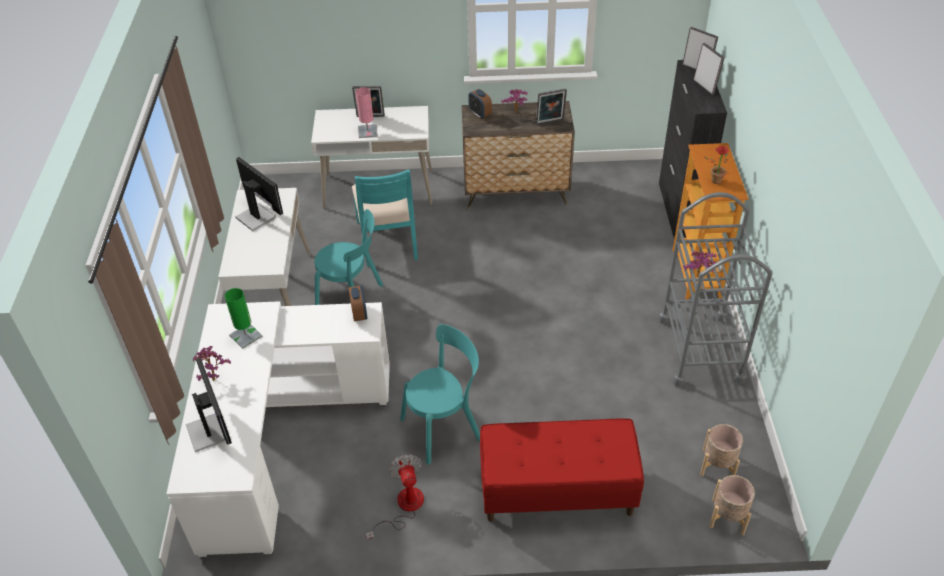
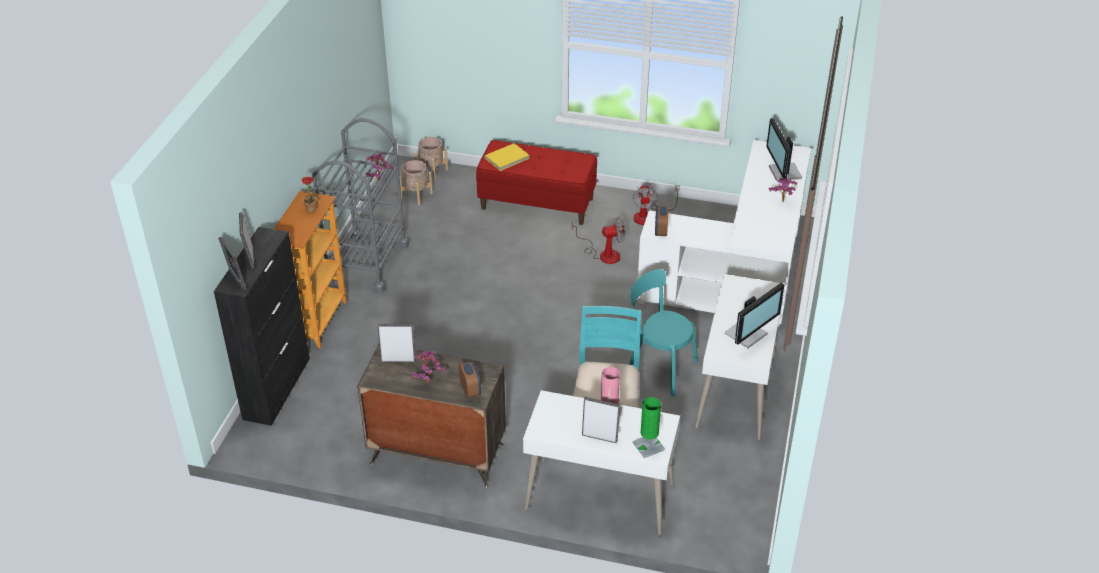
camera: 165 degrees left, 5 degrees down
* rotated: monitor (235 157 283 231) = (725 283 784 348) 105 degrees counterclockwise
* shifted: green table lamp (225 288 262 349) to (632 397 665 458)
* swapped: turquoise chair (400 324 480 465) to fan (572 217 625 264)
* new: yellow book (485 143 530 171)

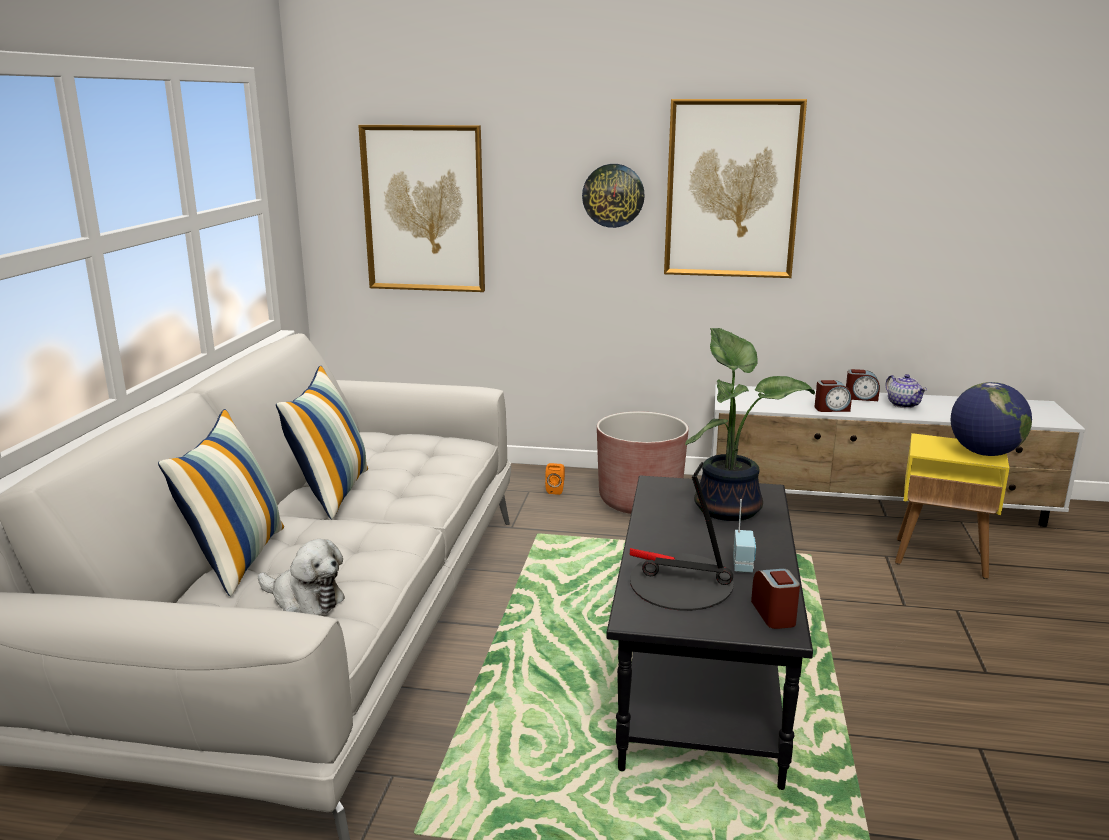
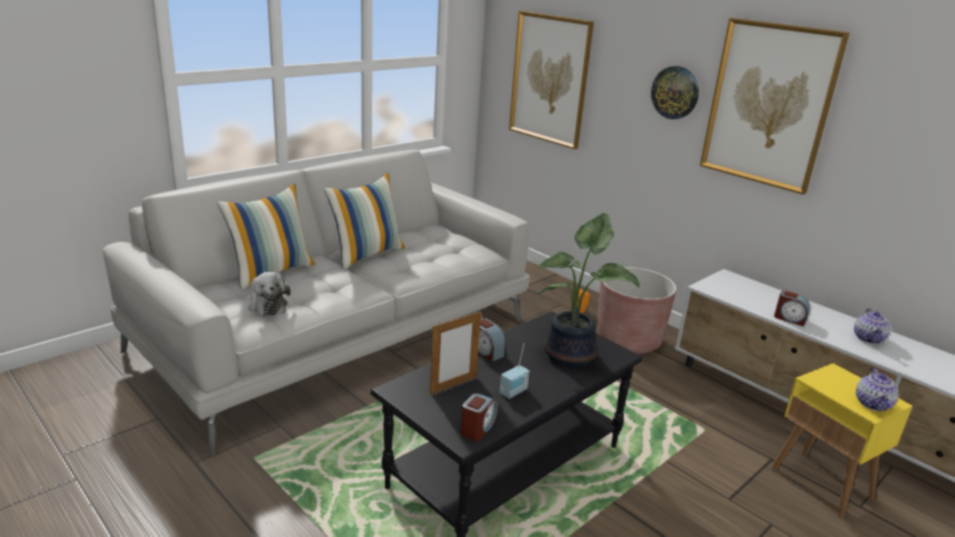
camera: 35 degrees right, 5 degrees up
* shifted: alarm clock (846 369 880 401) to (478 318 506 362)
* swapped: globe (951 382 1032 456) to teapot (856 368 899 411)
* swapped: table lamp (630 462 734 611) to picture frame (430 311 481 395)

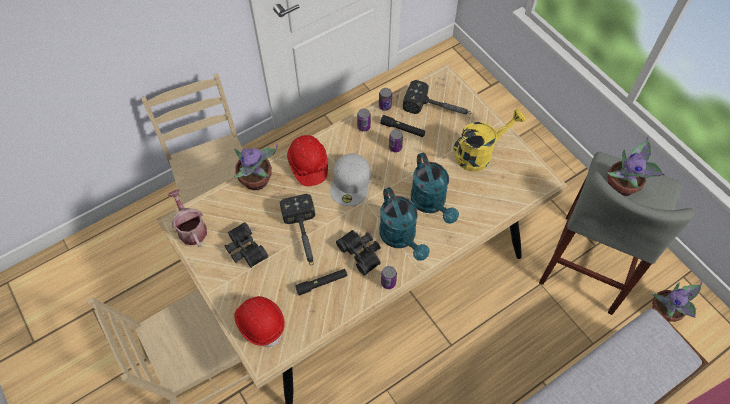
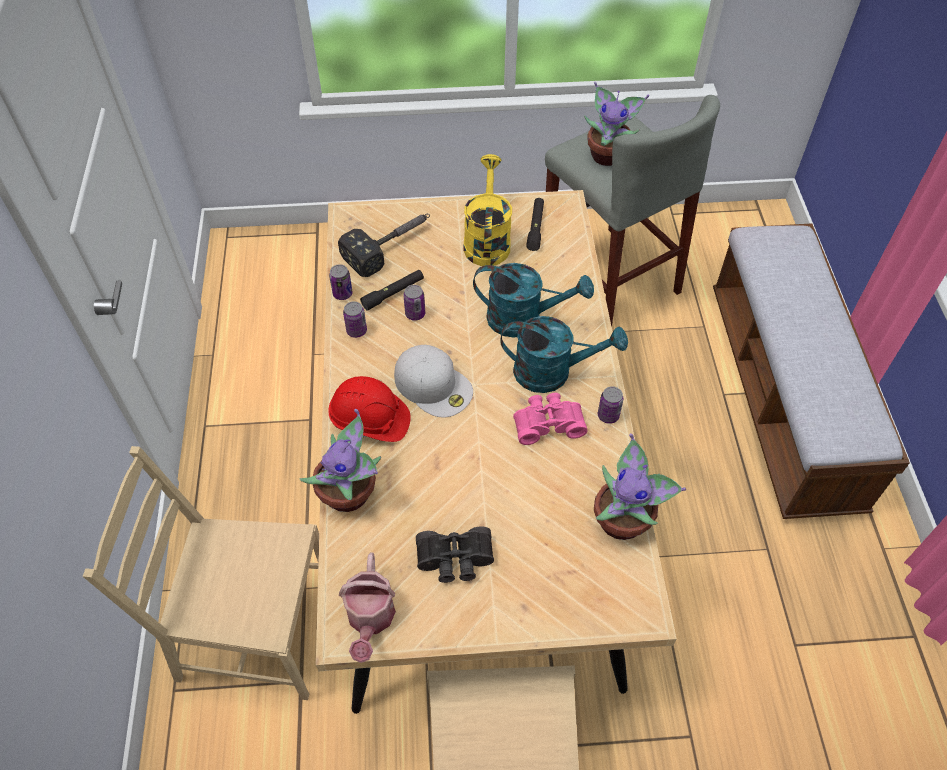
camera: 60 degrees left, 5 degrees down
* rotated: watering can (168 189 207 247) = (339 552 396 663) 90 degrees counterclockwise
* gone: hammer (280 194 315 265)
* repainted: black binoculars (336 230 381 276) to pink binoculars (513 393 588 445)
* shifted: black flashlight (295 269 347 296) to (526 198 544 251)
* shifted: potted plant (652 281 703 322) to (594 433 686 540)
* gone: red hard hat (234 296 285 347)

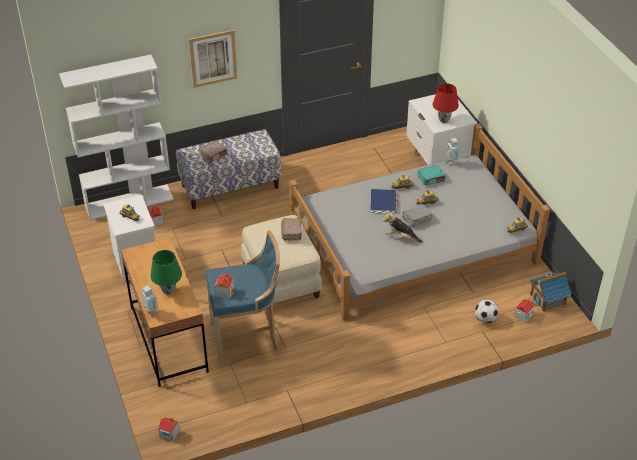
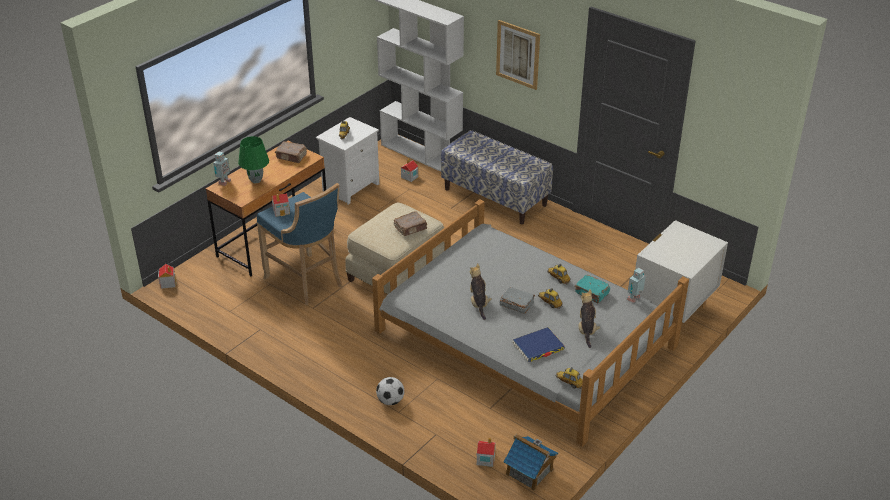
camera: 60 degrees right, 5 degrees down
* gone: red table lamp (432 83 459 123)
* shifted: brown book (199 141 227 162) to (275 141 307 163)
* shifted: blue book (371 189 398 214) to (513 327 565 362)
* shifted: football (475 300 499 323) to (376 377 404 405)
* new: plush toy (579 289 600 348)

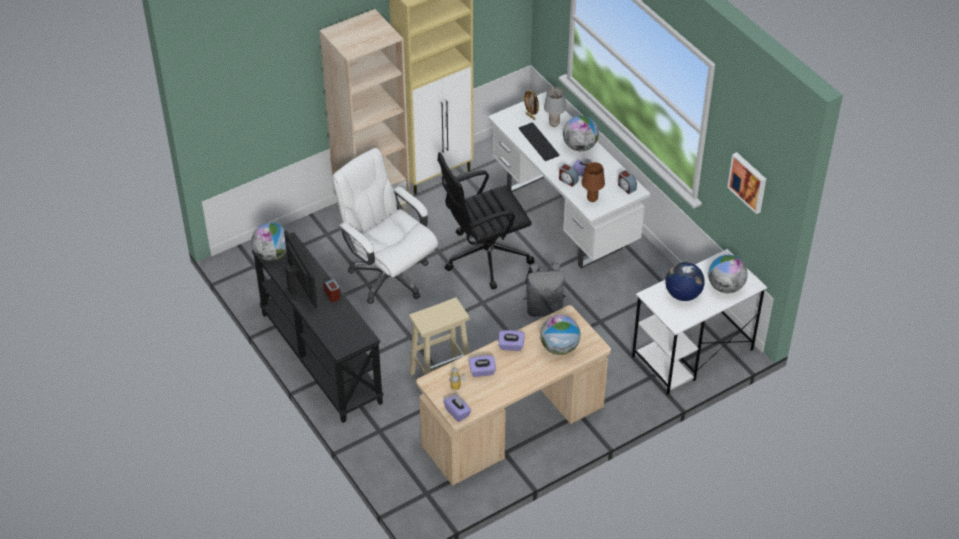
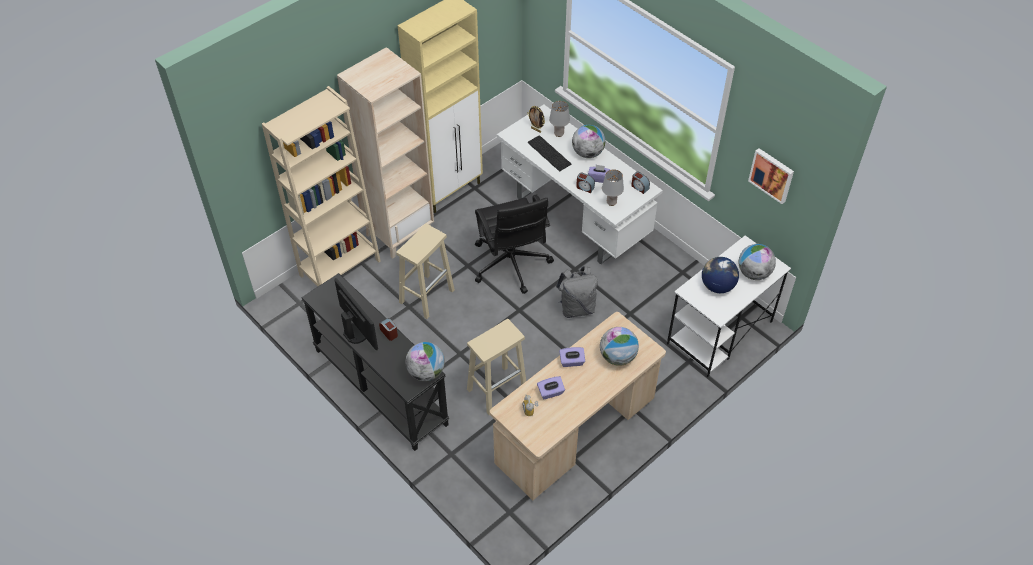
camera: 10 degrees left, 5 degrees up
* swapped: white office chair (332 148 438 304) to beige stool (396 223 455 319)
* rotated: black office chair (437 152 534 290) = (475 194 554 294) 75 degrees counterclockwise
* repainted: brown table lamp (582 162 605 202) to grey table lamp (602 169 624 206)
* shifted: globe (251 223 287 261) to (405 342 445 381)
* gone: purple tissue box (443 395 471 422)
* new: beige bookcase (262 86 381 286)

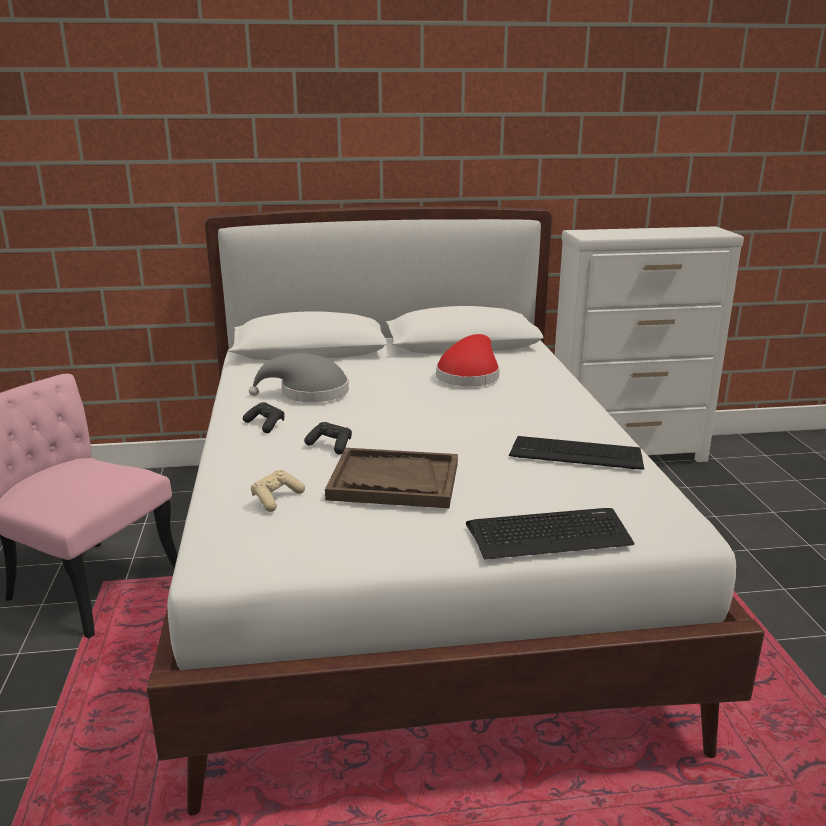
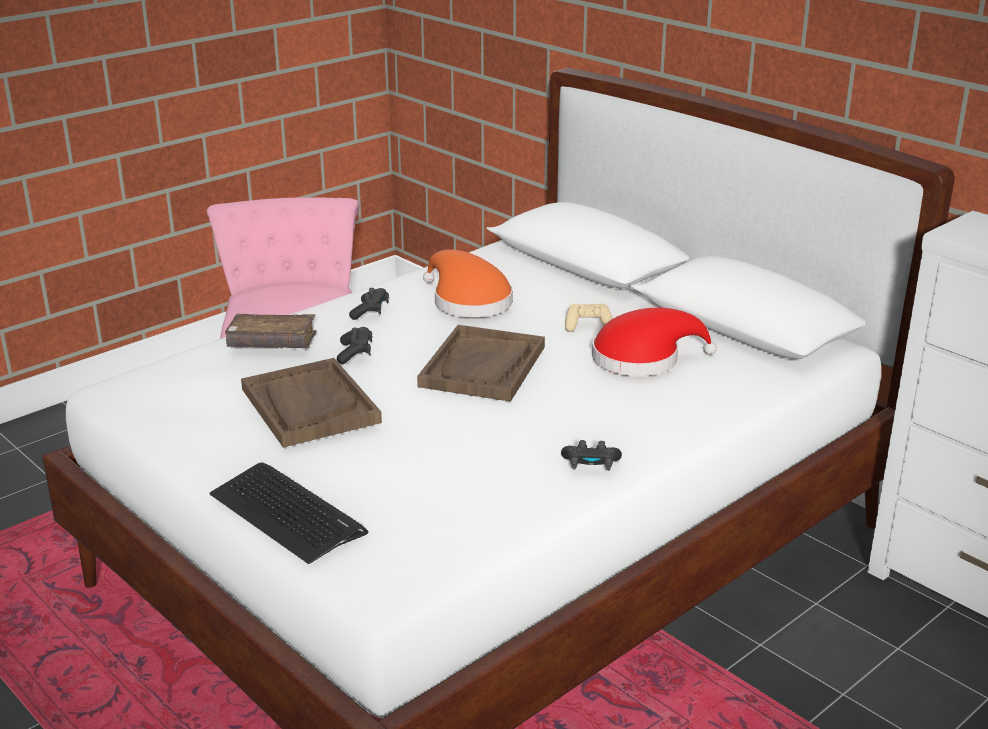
camera: 55 degrees right, 5 degrees up
* repainted: grey hat (249 353 349 402) to orange hat (423 250 513 317)
* gone: keyboard (509 436 644 470)
* shifted: beige game controller (251 470 305 512) to (565 303 613 332)
* new: brown book (225 314 317 348)
* new: brown tray (417 325 545 402)
* new: black game controller (561 440 622 471)

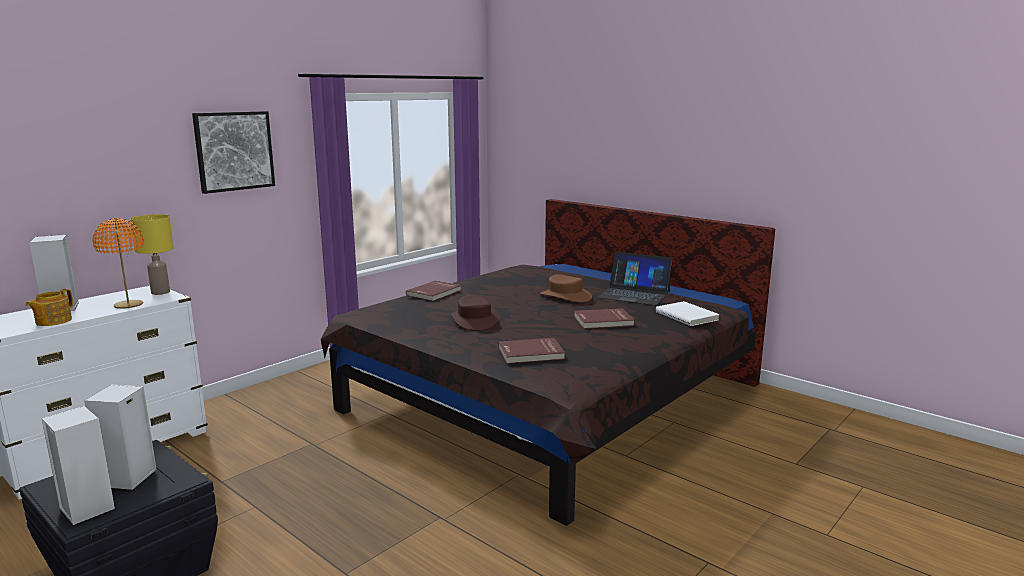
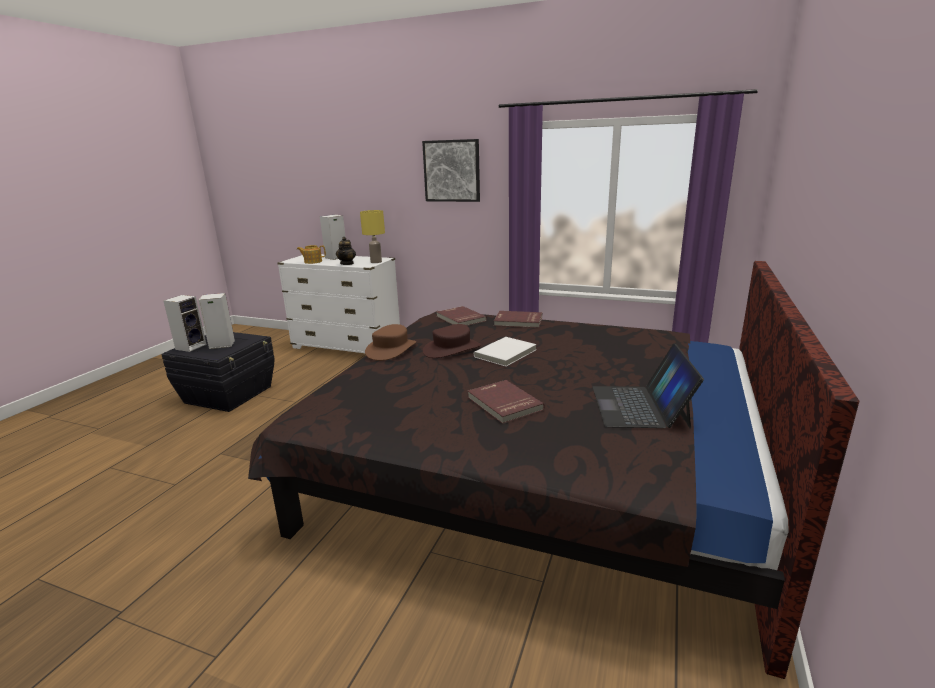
camera: 70 degrees right, 5 degrees up
* swapped: orange table lamp (93 218 144 309) to teapot (336 237 356 265)
* shifted: brown hat (540 274 592 302) to (365 324 416 361)
* shifted: white book (656 301 720 326) to (474 337 537 366)
* shifted: red book (498 338 565 364) to (437 306 487 326)

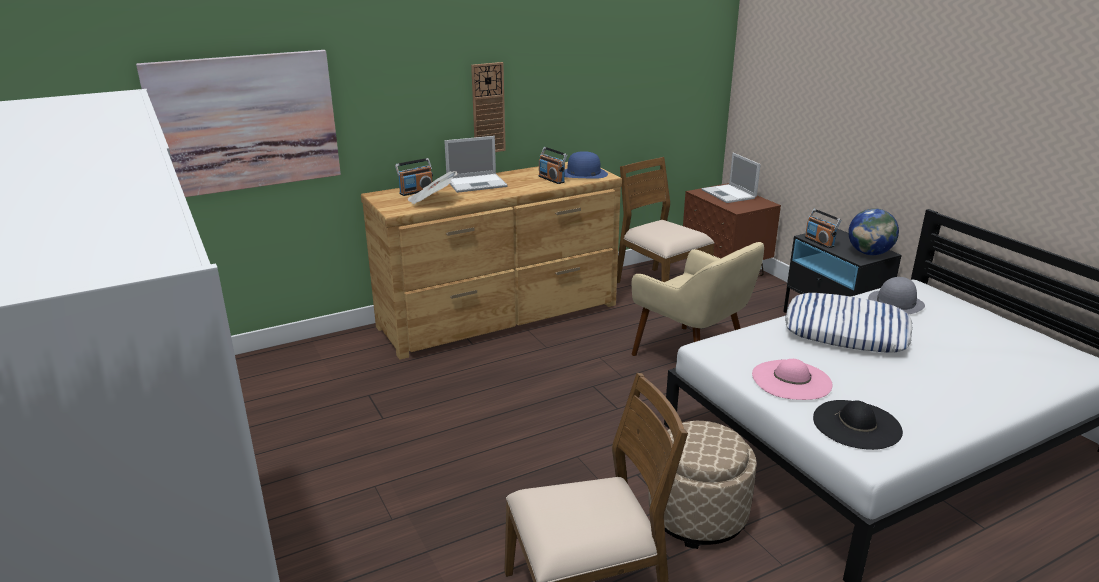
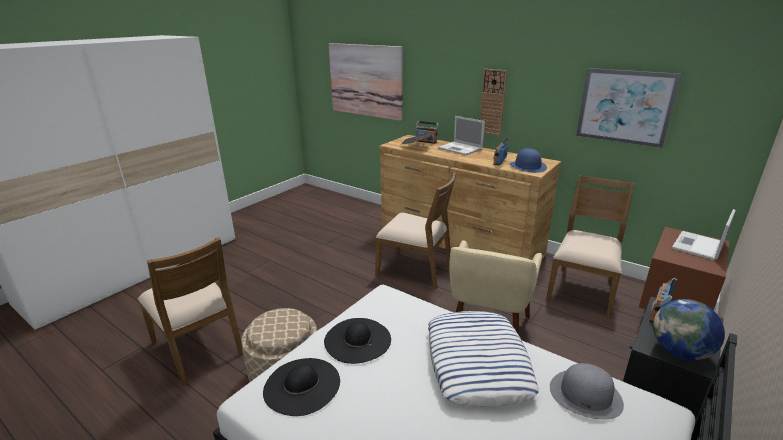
camera: 65 degrees right, 0 degrees up
* repainted: pink hat (752 359 832 400) to black hat (324 318 391 364)
* new: picture (576 68 681 148)
* new: brown chair (375 172 456 289)

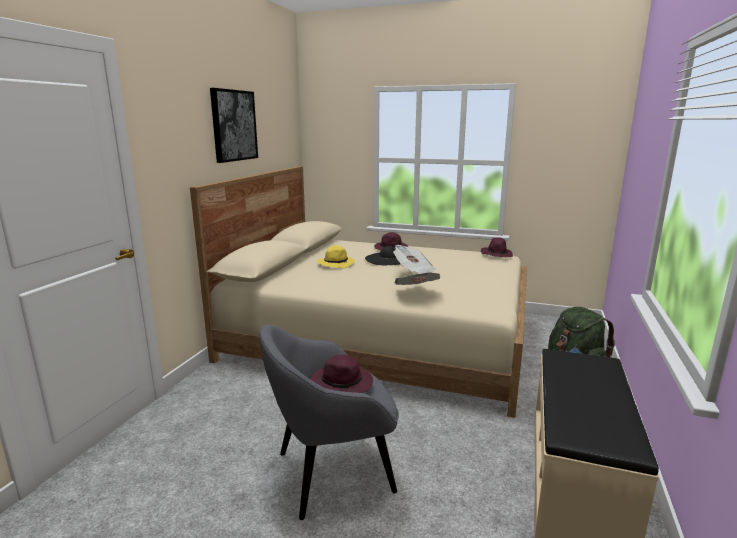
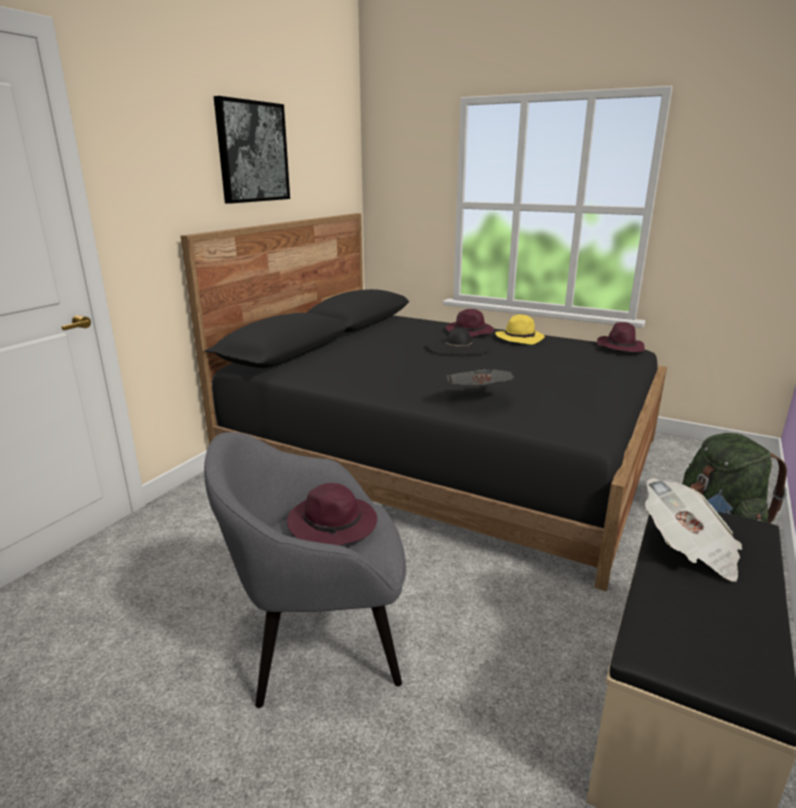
camera: 10 degrees right, 5 degrees up
* repainted: beige bed (190 166 527 418) to black bed (181 213 667 591)
* shifted: yellow hat (317 245 355 268) to (495 314 545 345)
* shifted: newspaper (393 245 436 274) to (645 478 742 582)

